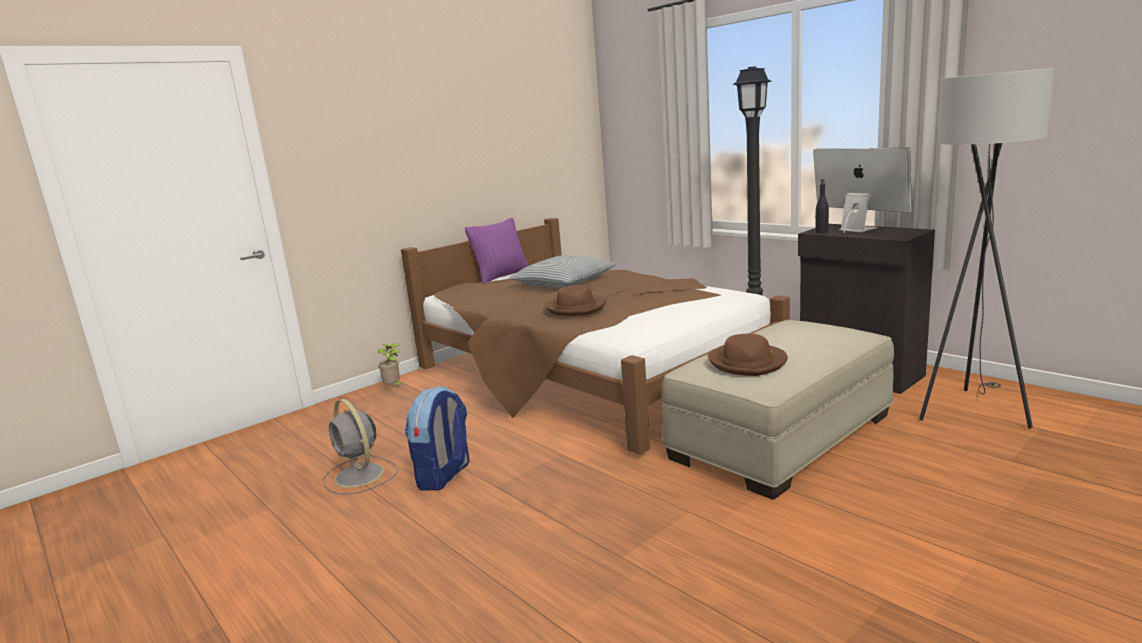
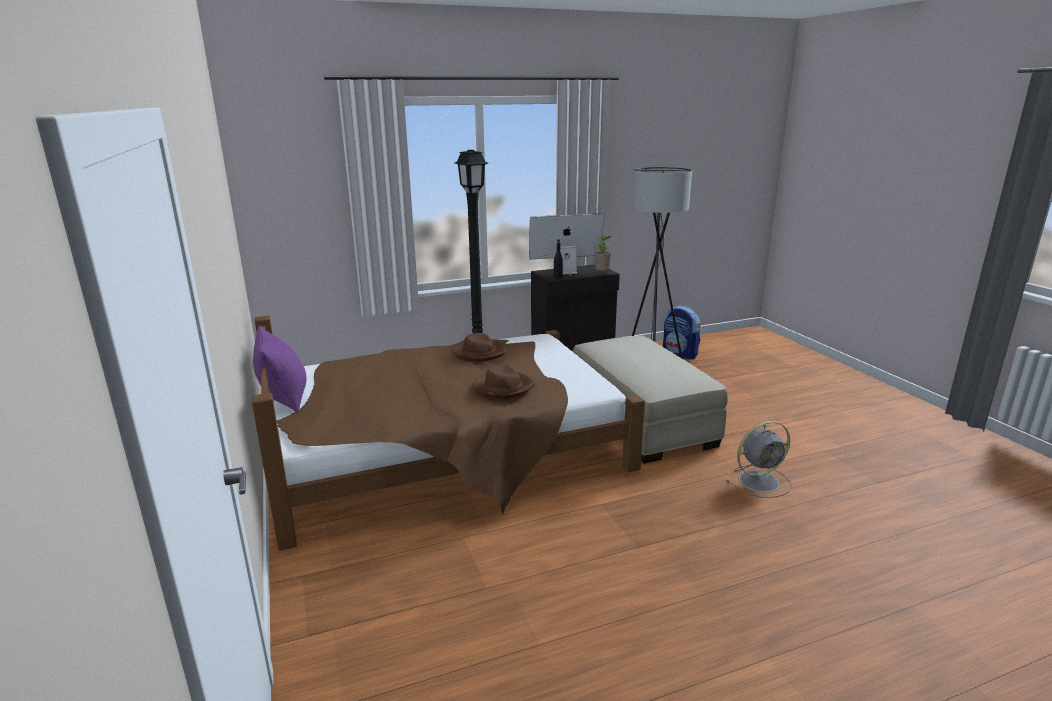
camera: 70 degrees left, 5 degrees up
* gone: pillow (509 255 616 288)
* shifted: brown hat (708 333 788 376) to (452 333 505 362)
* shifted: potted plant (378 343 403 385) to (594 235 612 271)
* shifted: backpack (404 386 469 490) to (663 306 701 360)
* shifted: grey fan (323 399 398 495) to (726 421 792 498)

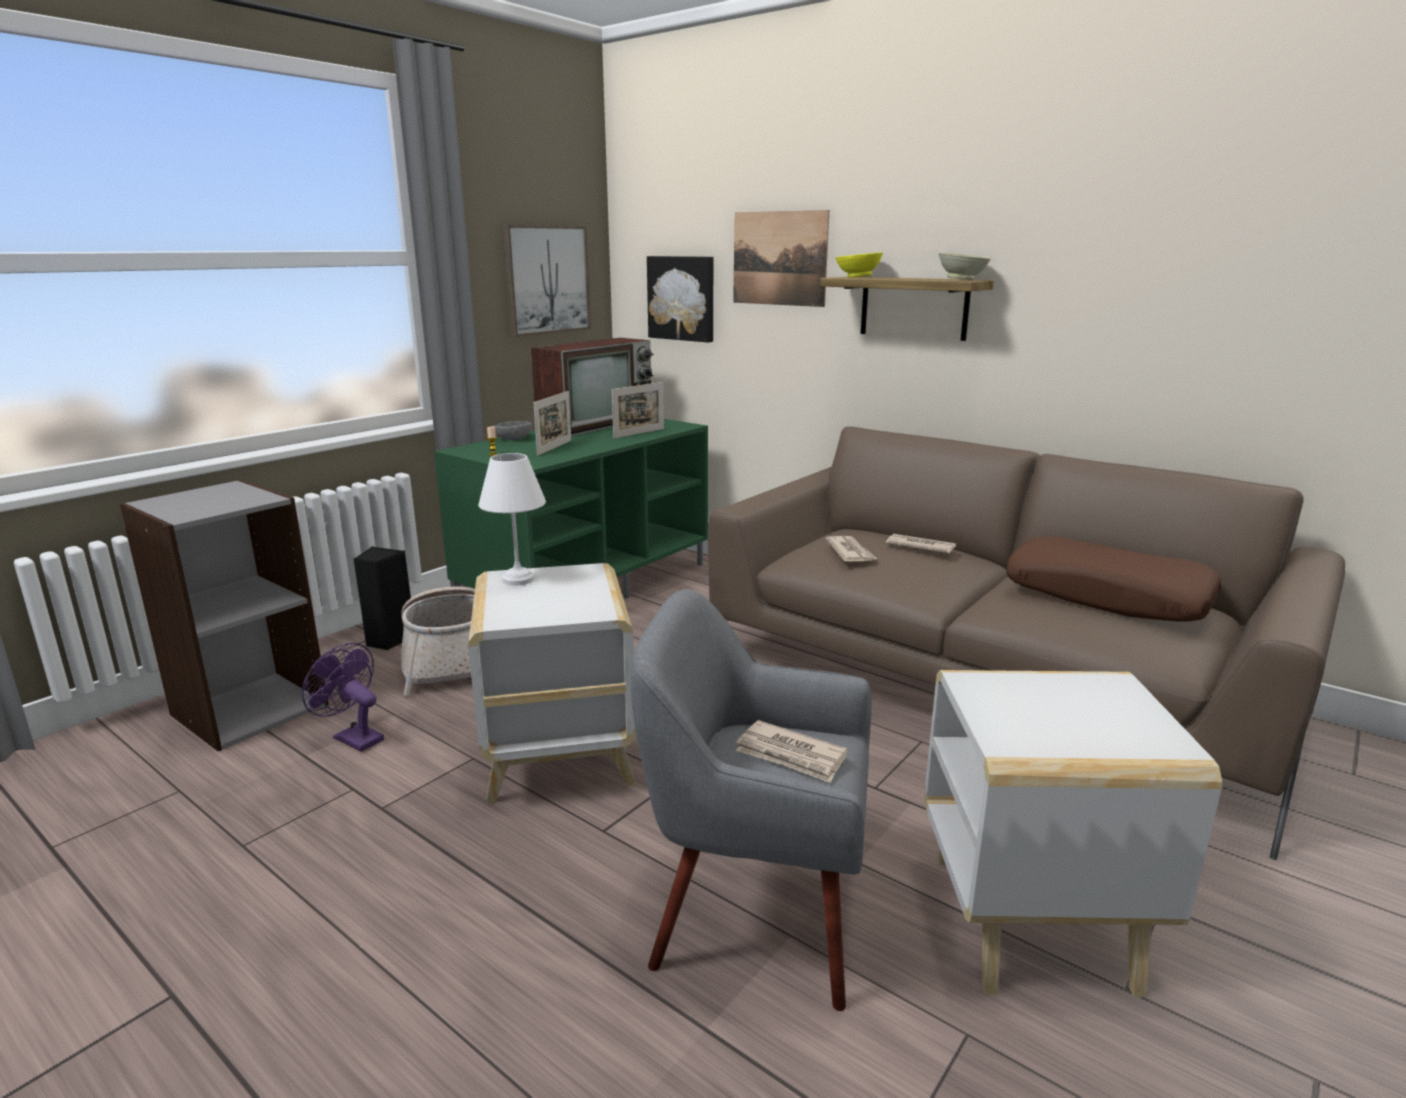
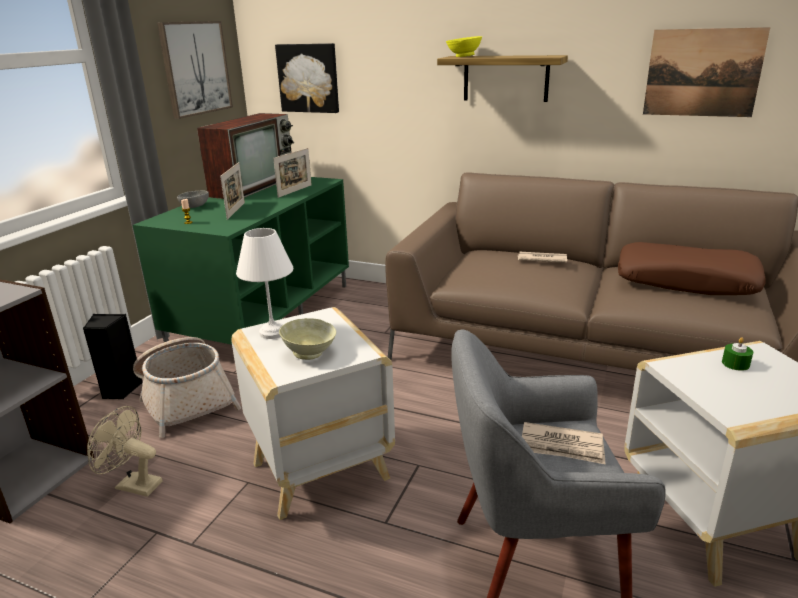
camera: 15 degrees left, 5 degrees up
* shifted: picture (733 210 829 307) to (643 27 770 117)
* shifted: beige bowl (939 253 991 280) to (279 318 336 360)
* gone: newspaper (825 536 877 561)
* repainted: purple fan (302 643 384 752) to beige fan (87 406 162 497)
* new: green candle (722 337 753 371)

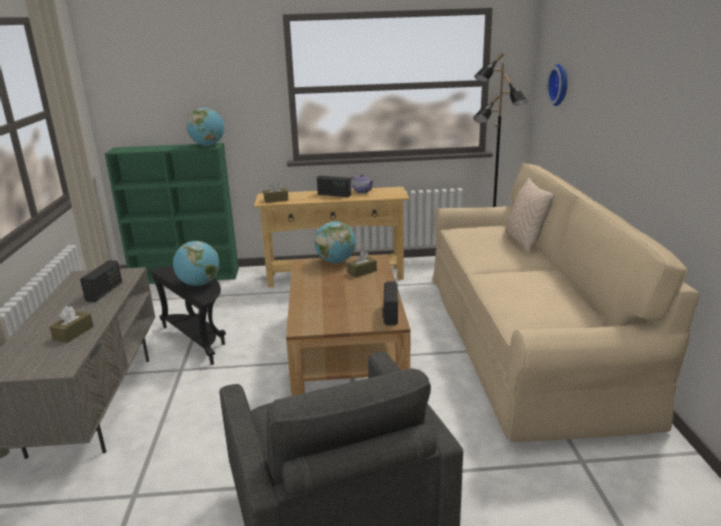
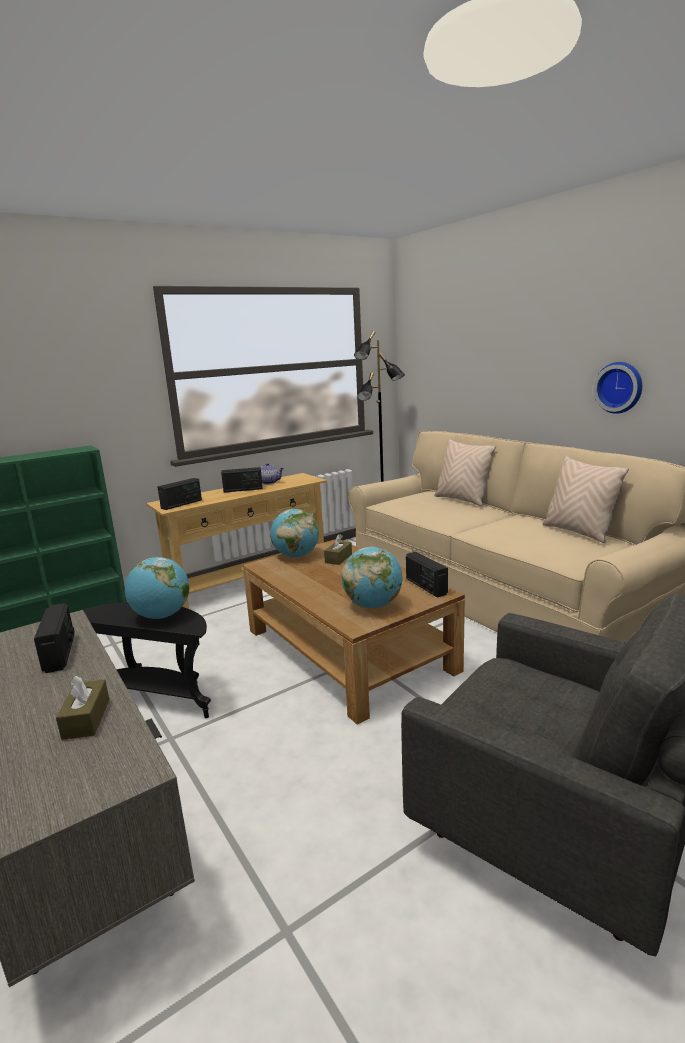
camera: 30 degrees left, 5 degrees down
* shifted: wall clock (547 64 567 106) to (593 362 642 414)
* shifted: globe (186 108 224 146) to (342 547 402 608)
* swapped: brown tissue box (263 181 288 203) to radio (158 478 202 510)
* new: beige pillow (543 456 629 543)

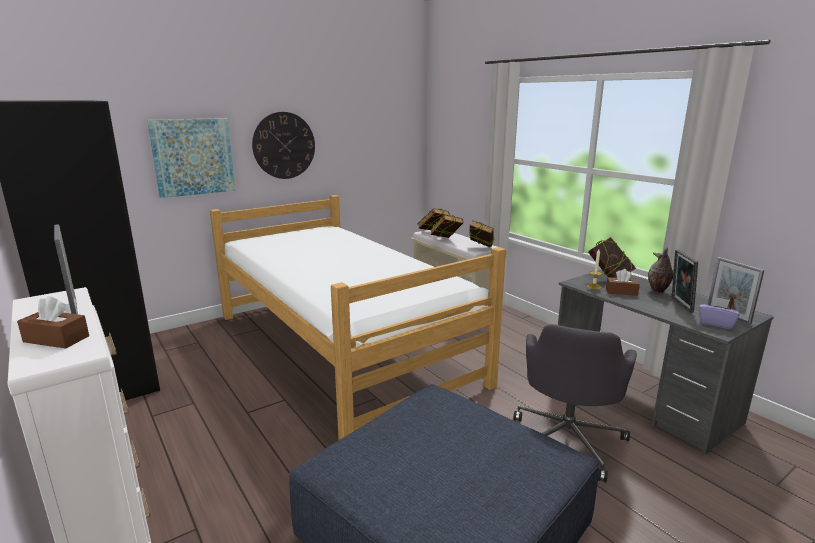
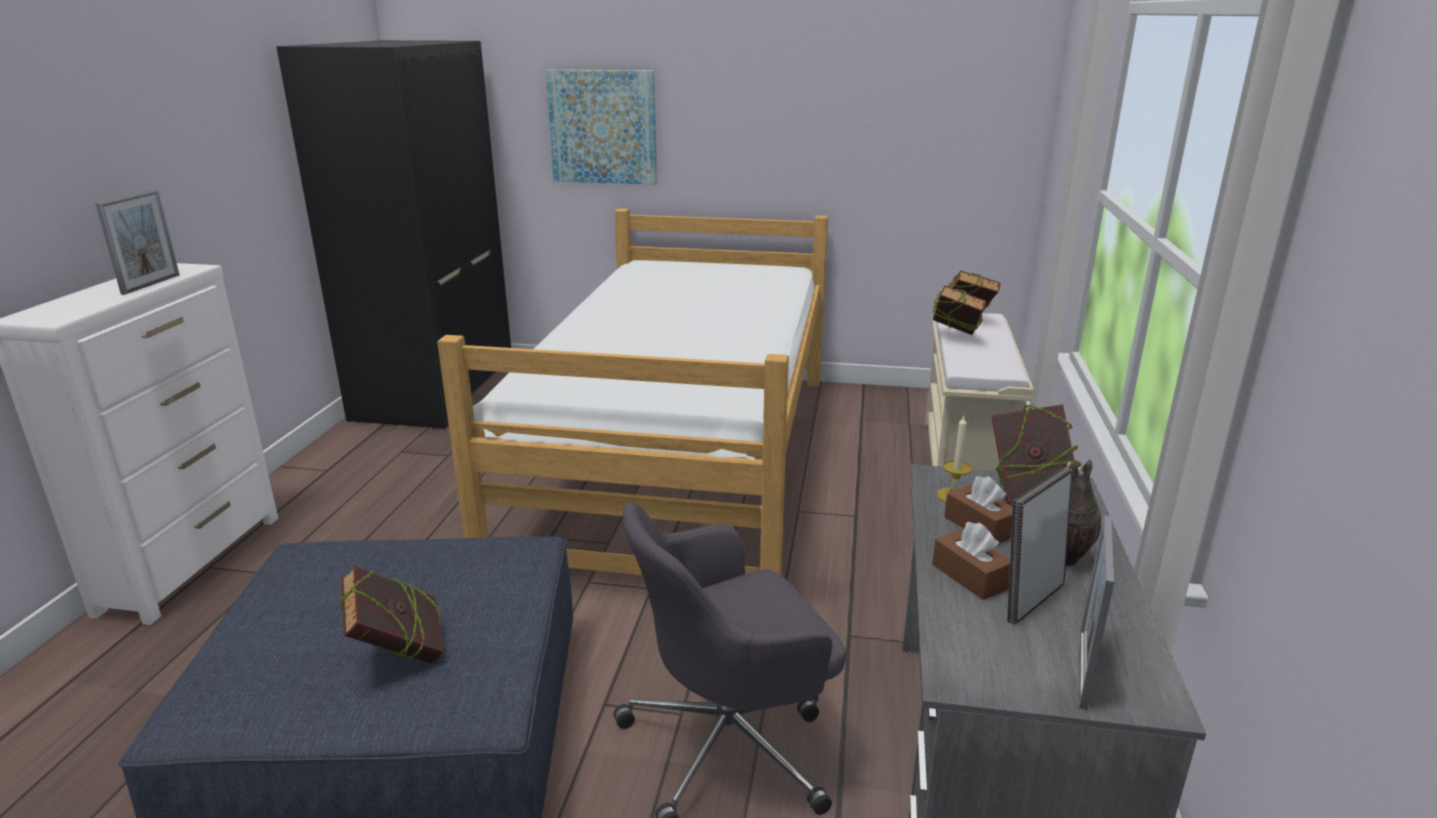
camera: 45 degrees right, 5 degrees up
* gone: wall clock (252 112 315 179)
* shifted: book (469 220 494 248) to (340 566 444 664)
* shifted: brown tissue box (17 296 89 349) to (932 522 1010 600)
* gone: purple tissue box (699 297 740 329)

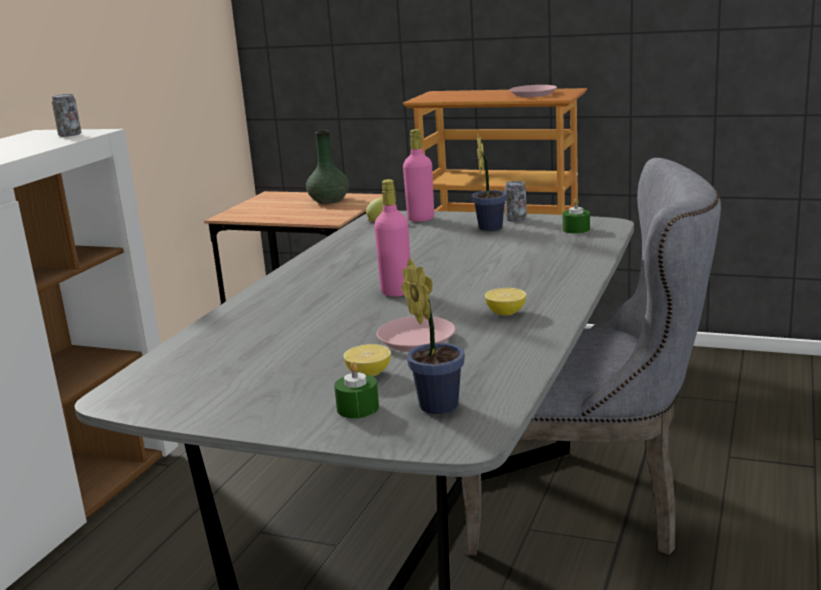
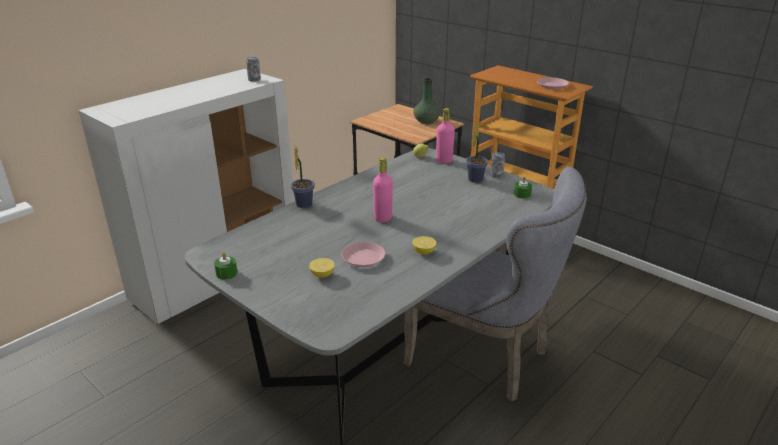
camera: 20 degrees right, 10 degrees up
* shifted: potted plant (401 258 465 414) to (291 148 315 208)
* shifted: green candle (334 362 379 418) to (214 252 237 280)

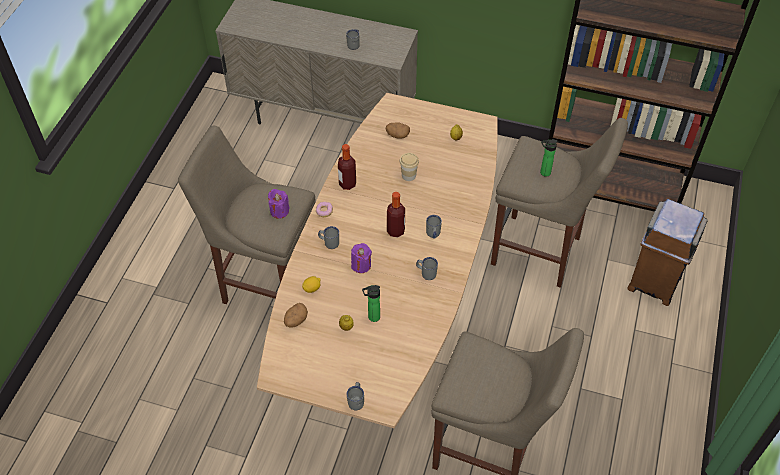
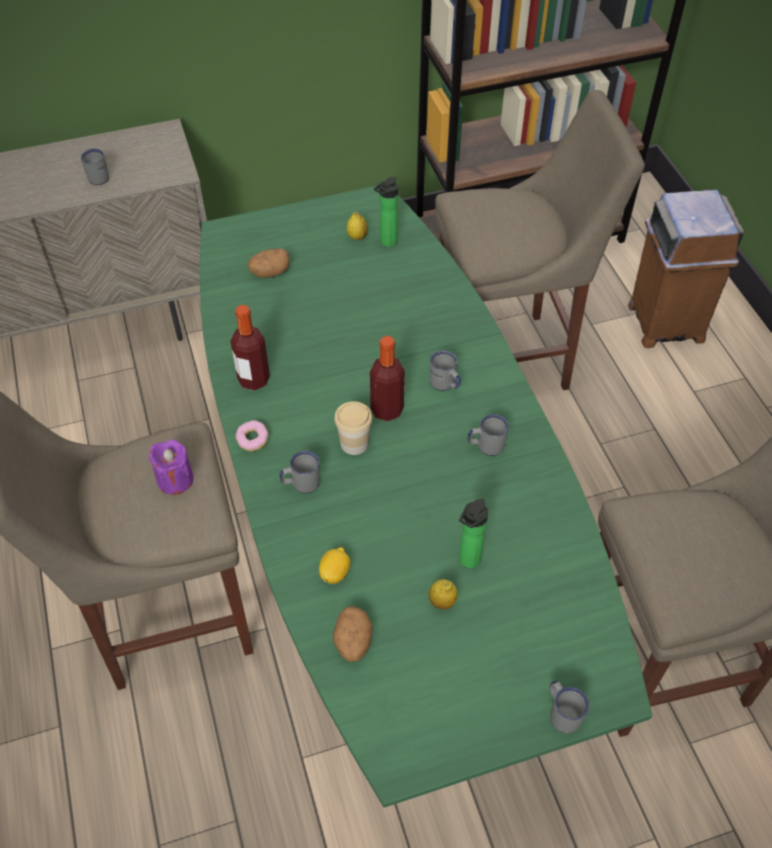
camera: 35 degrees left, 0 degrees up
* repainted: brown dining table (257 93 498 428) to green dining table (200 186 652 808)
* shifted: bottle (540 139 557 177) to (374 177 398 247)
* shifted: cup (400 153 419 181) to (334 401 372 455)
* gone: purple candle (351 243 372 273)

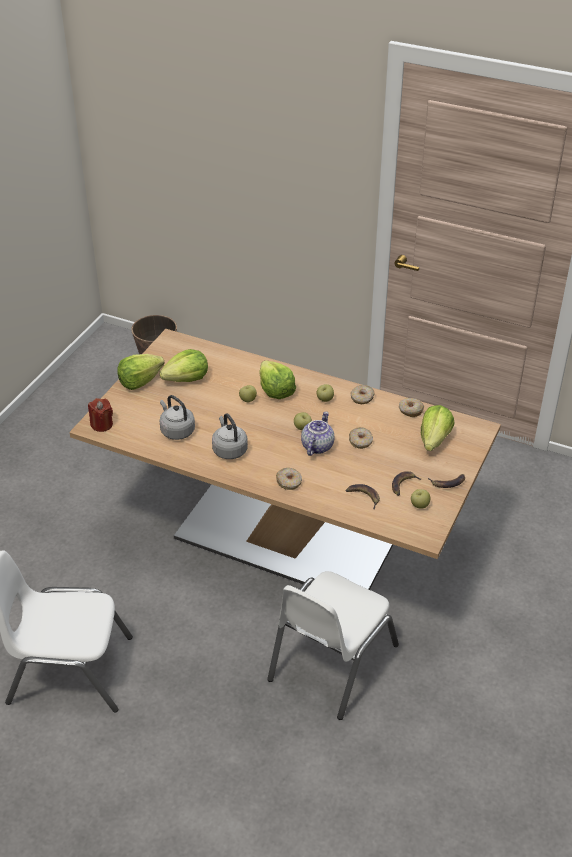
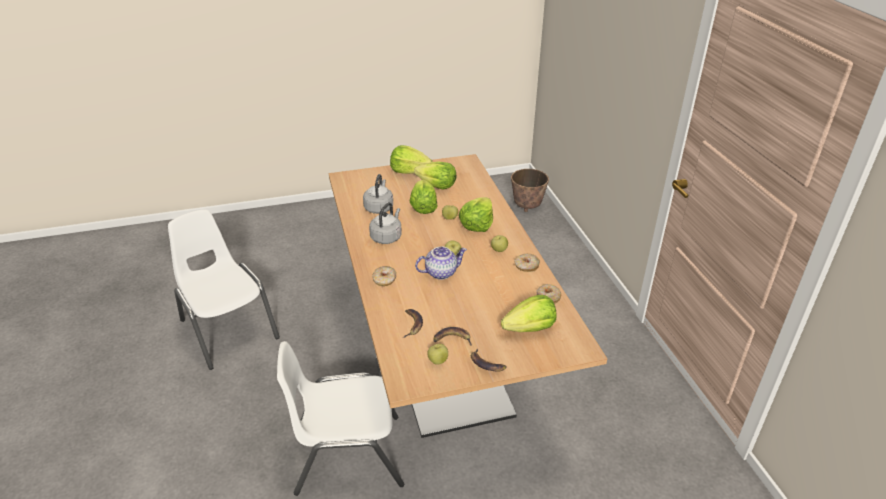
camera: 50 degrees right, 5 degrees down
* gone: red candle (88 398 113 432)
* gone: donut (349 427 373 449)
* new: lettuce (410 180 437 214)

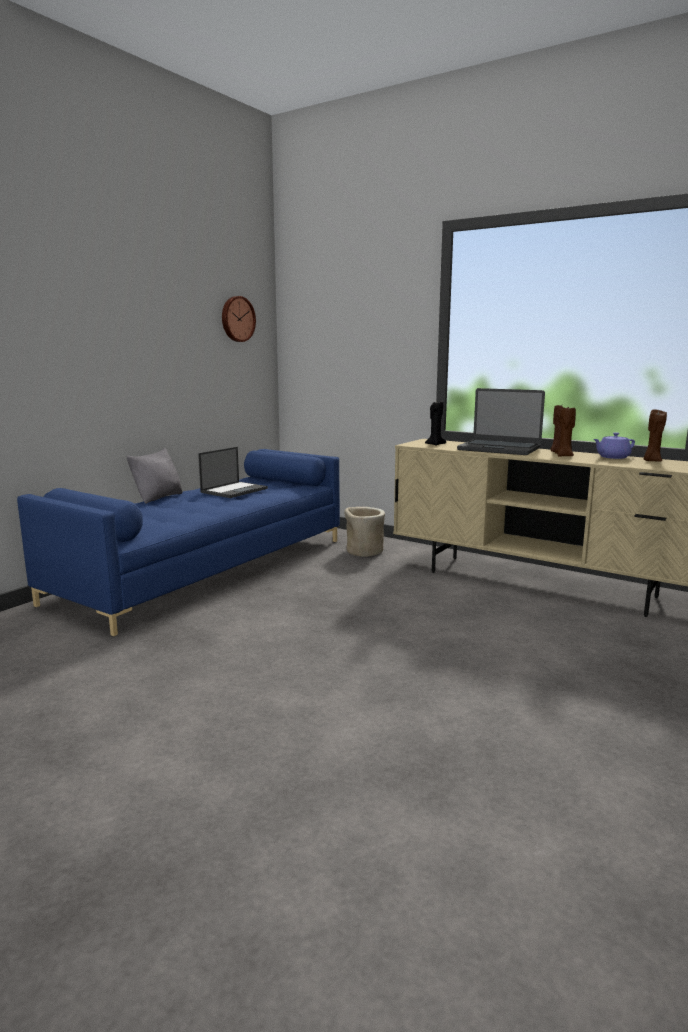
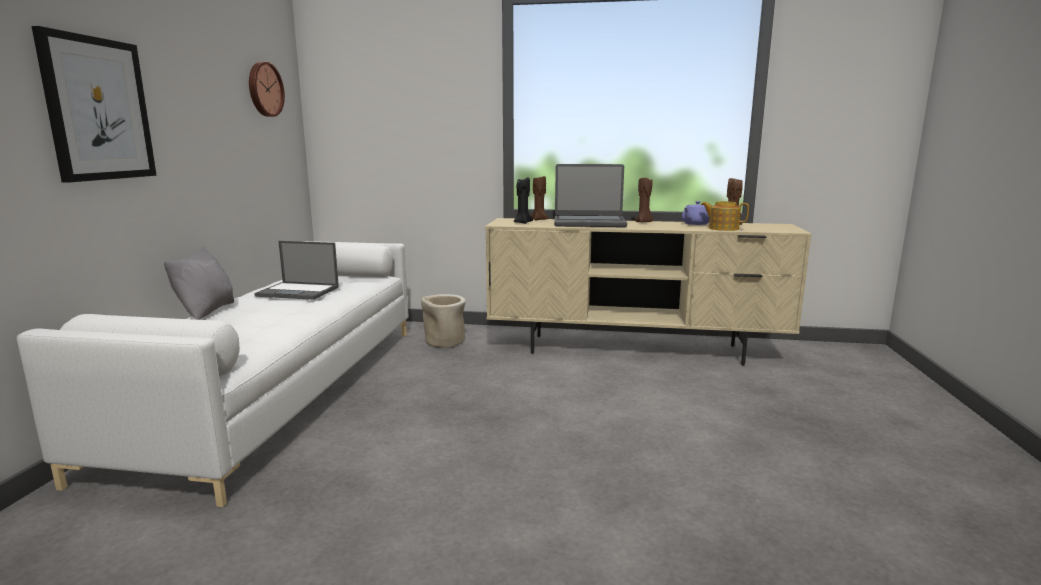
camera: 25 degrees left, 0 degrees up
* shifted: brown candle (555 408 576 457) to (531 176 548 220)
* rotated: laptop (198 447 268 498) = (254 241 339 300) 90 degrees clockwise
* repainted: blue sofa (17 449 340 636) to white sofa (17 241 409 507)
* new: picture (32 26 157 183)
* new: teapot (701 201 749 231)

